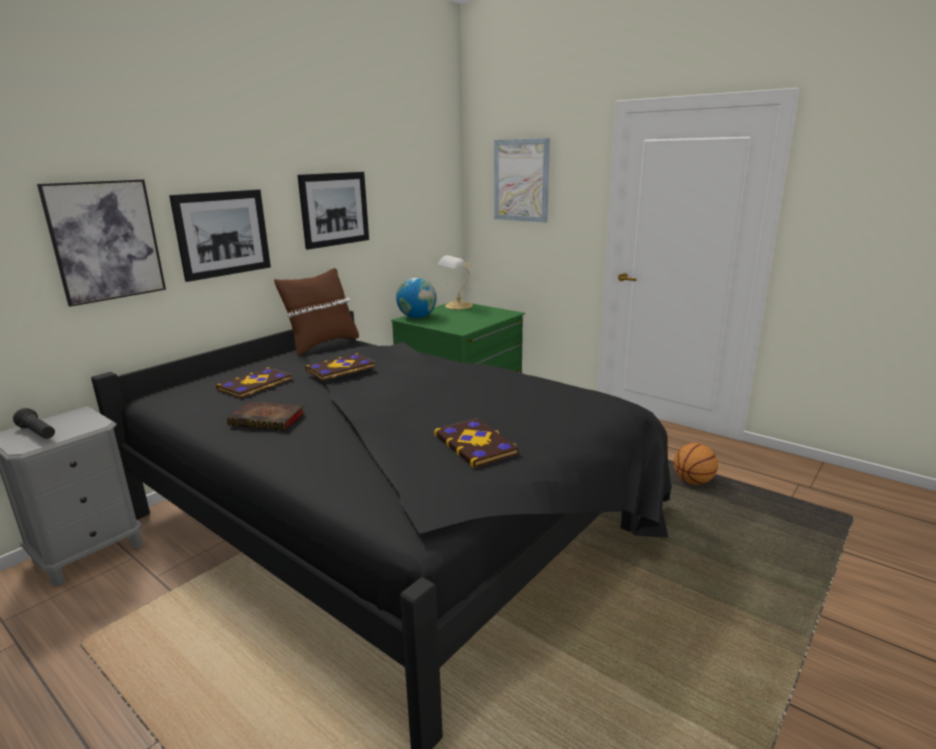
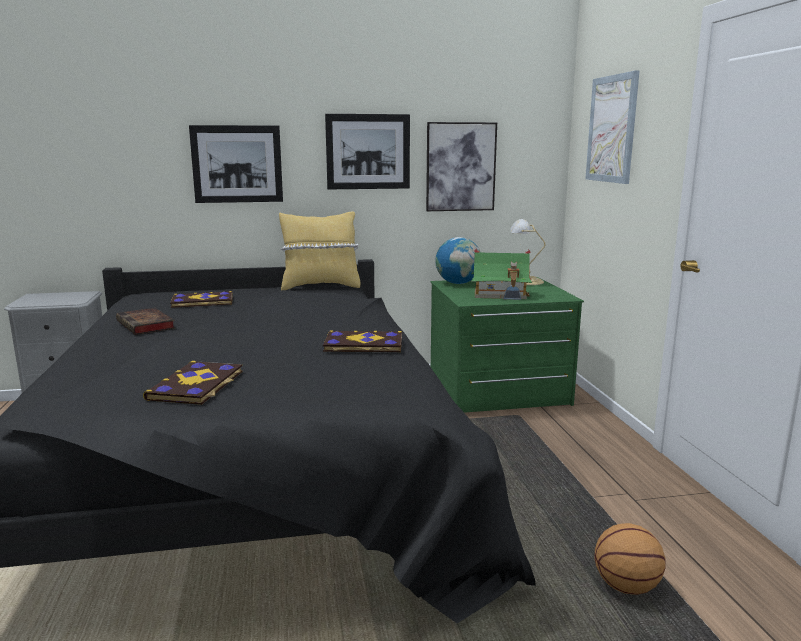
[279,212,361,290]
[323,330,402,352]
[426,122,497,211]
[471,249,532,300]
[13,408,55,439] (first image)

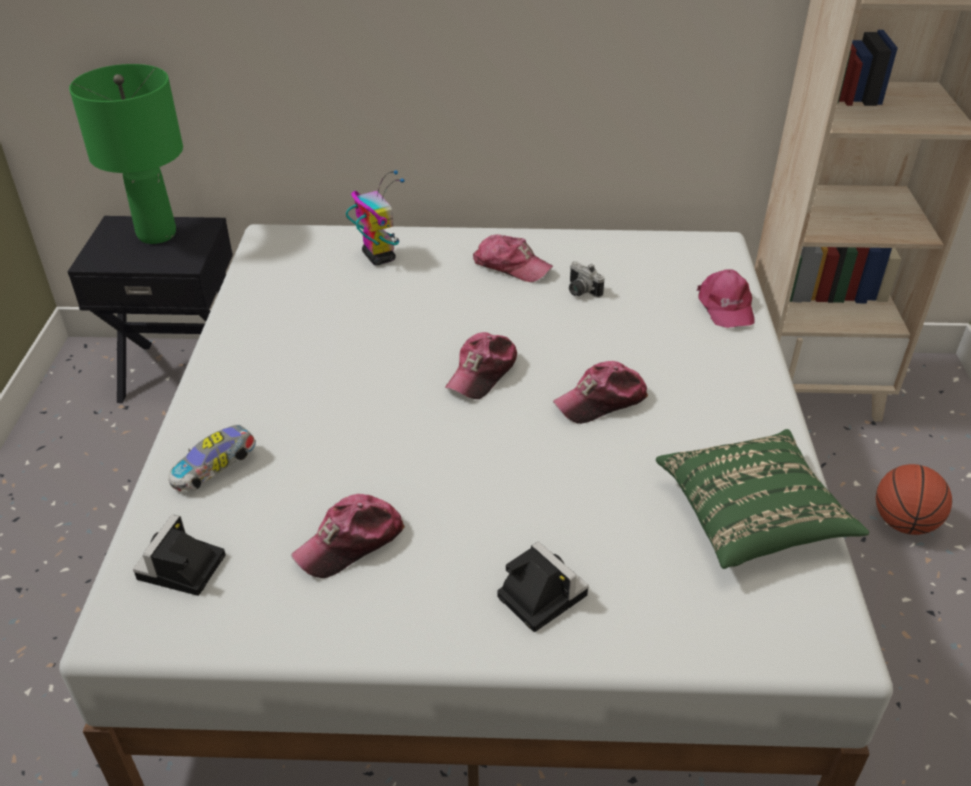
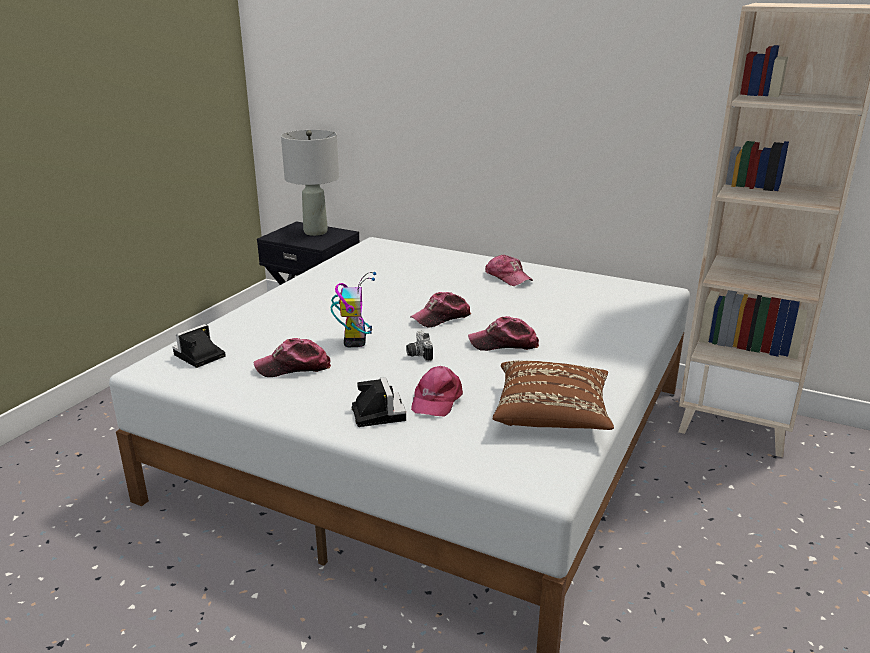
[281,130,339,236]
[331,272,377,348]
[406,331,433,361]
[411,366,463,417]
[493,361,614,430]
[169,425,256,491] (first image)
[876,464,952,535] (first image)

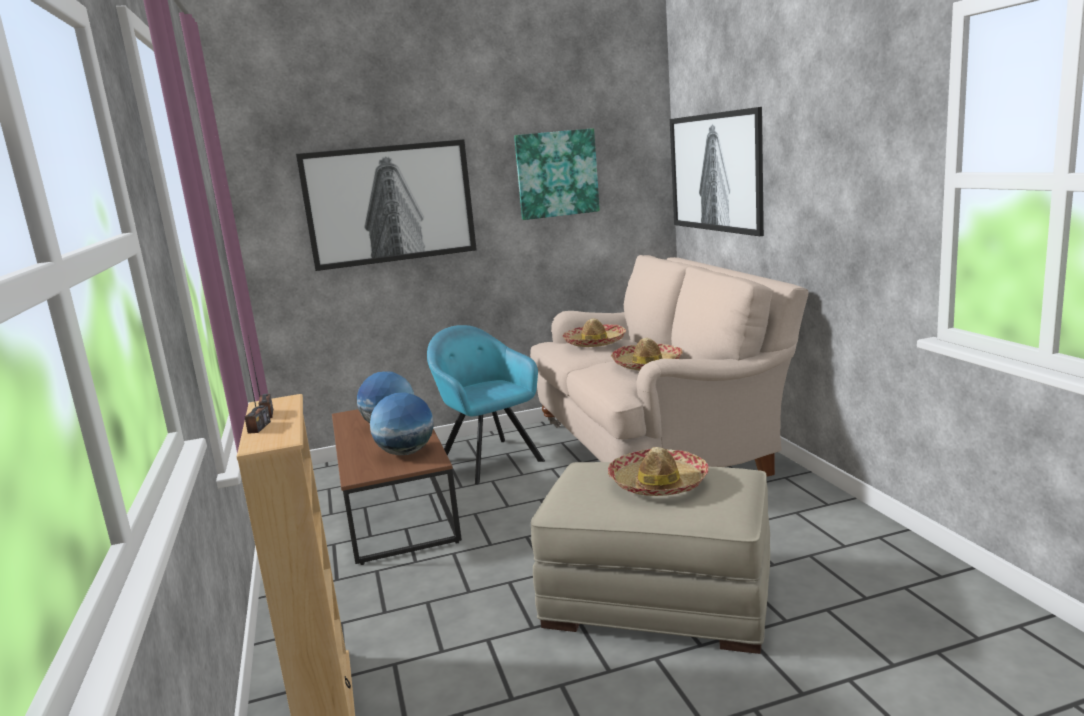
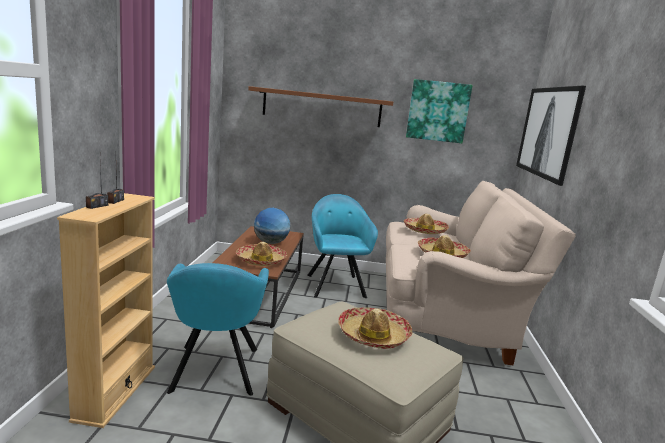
[167,263,269,396]
[236,242,287,266]
[248,86,393,127]

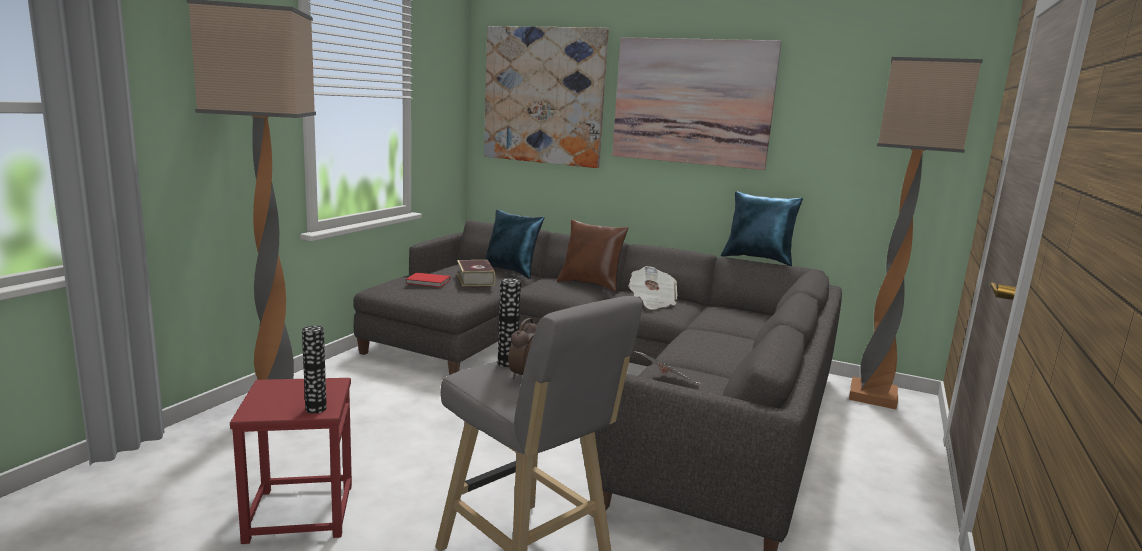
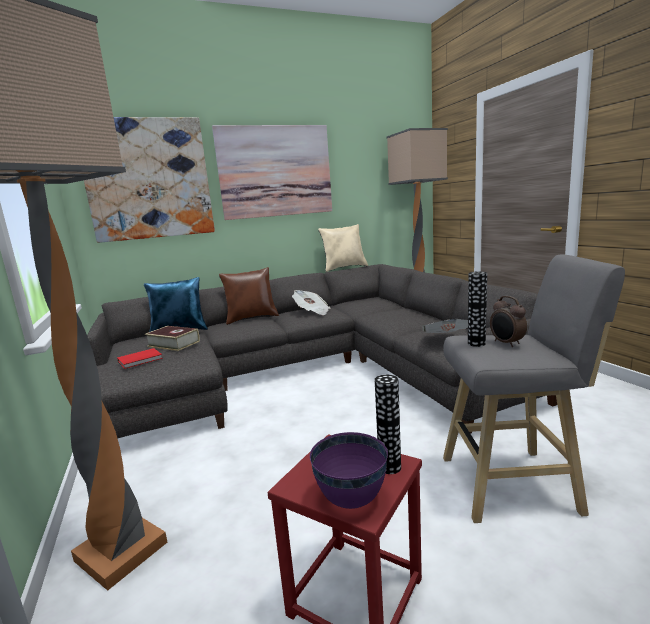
[310,432,388,509]
[318,224,368,272]

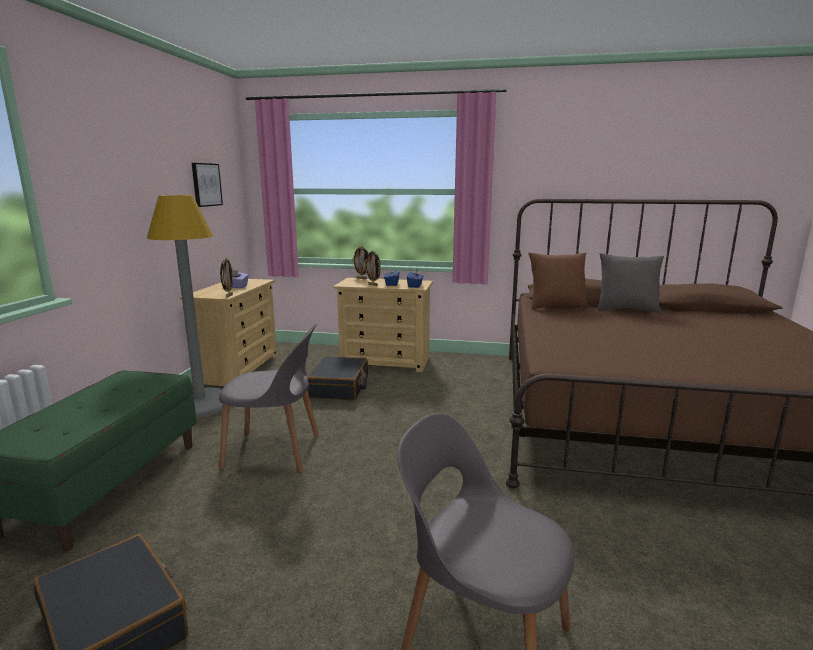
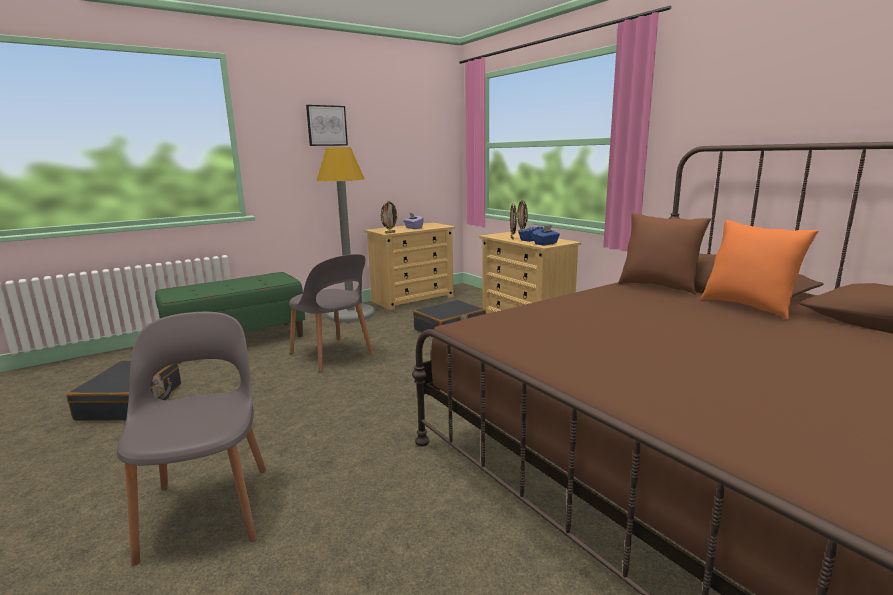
[306,105,348,146]
[701,220,819,320]

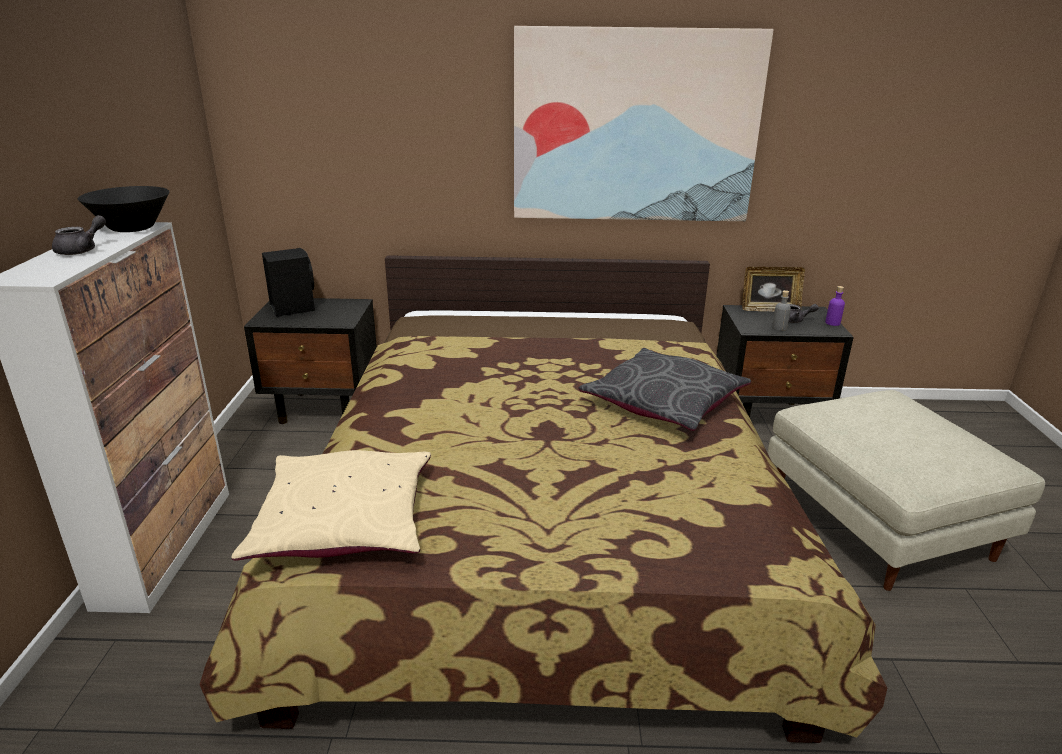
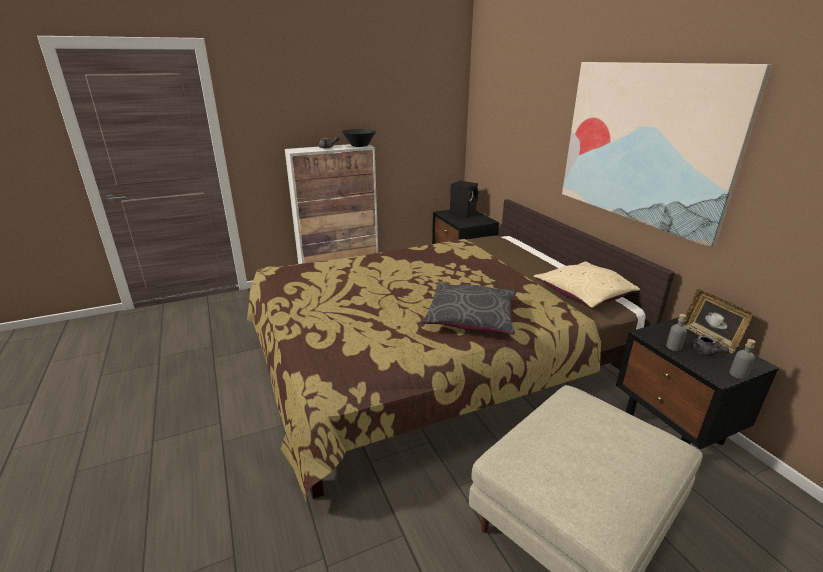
[533,261,640,308]
[730,339,755,379]

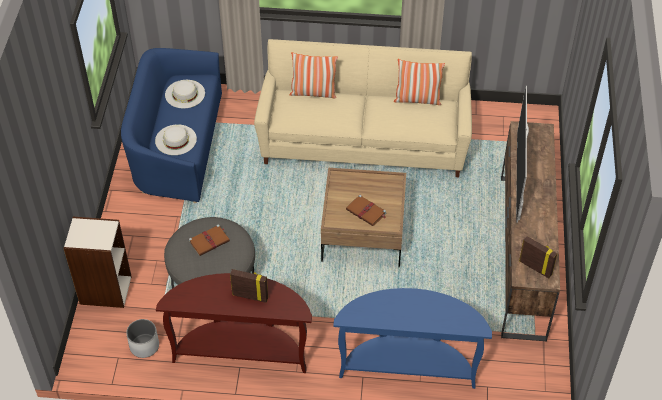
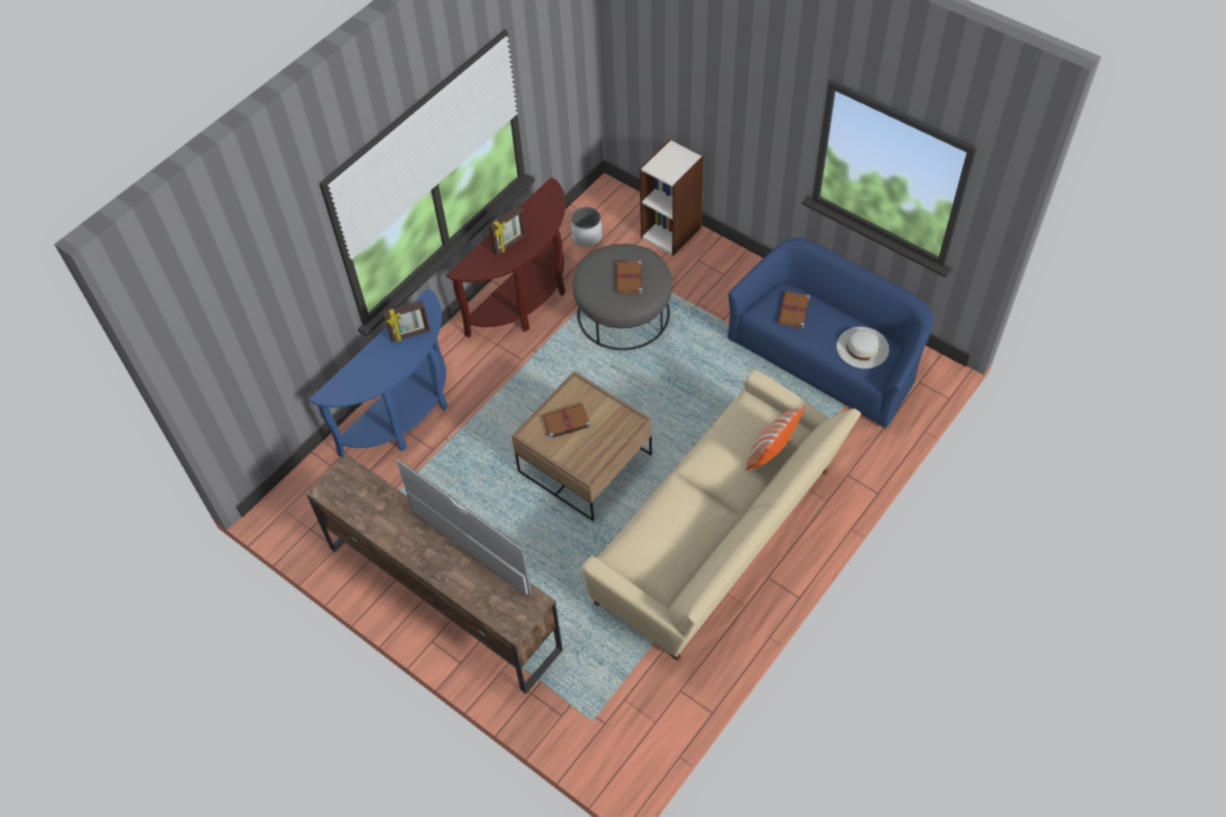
[383,301,430,342]
[778,292,810,330]
[394,59,445,105] (first image)

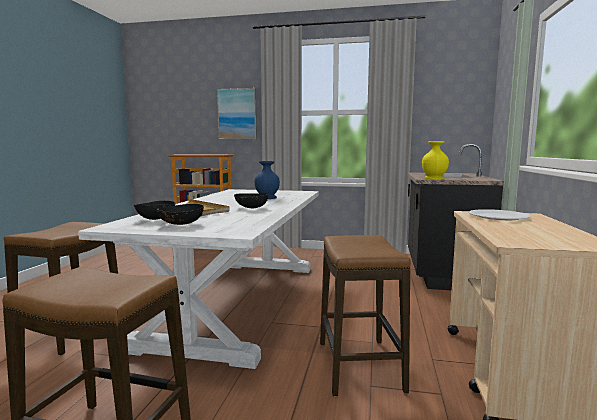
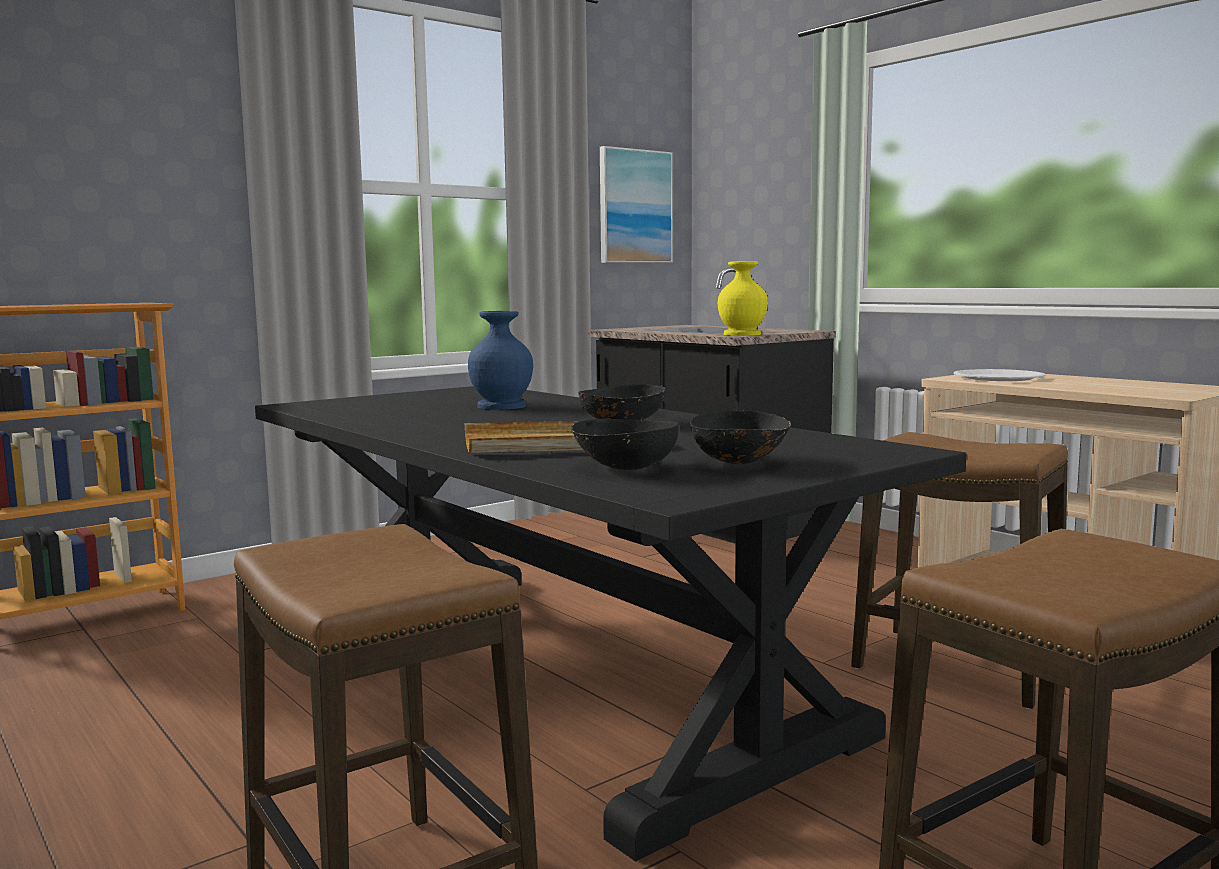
[255,386,967,862]
[600,146,673,263]

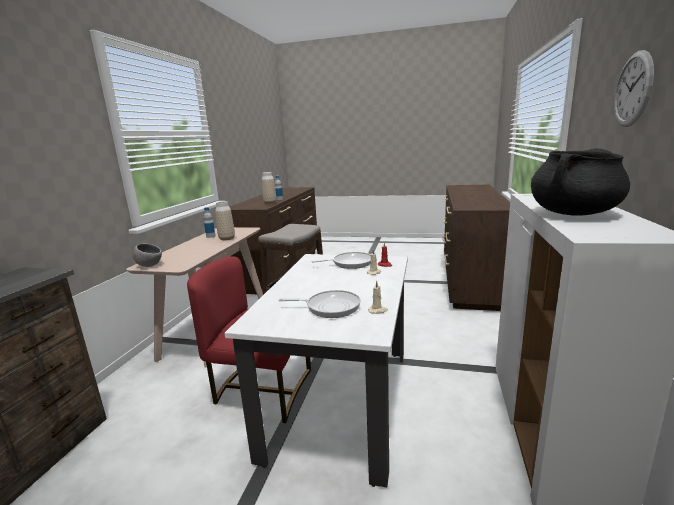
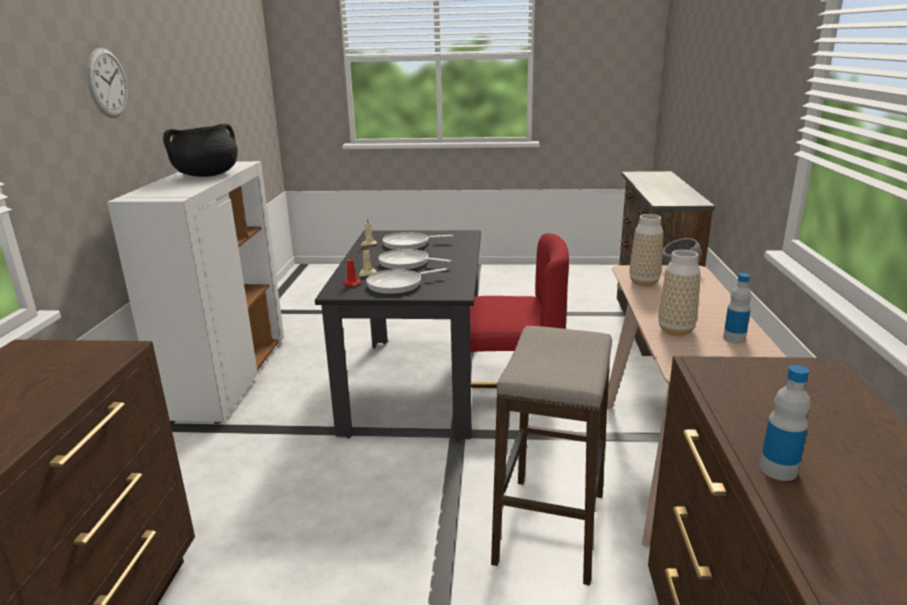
[315,230,481,441]
[379,249,451,270]
[629,214,663,286]

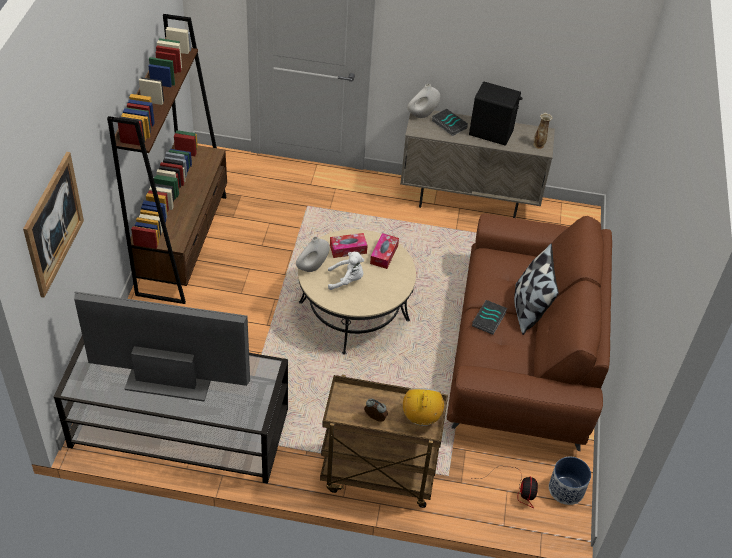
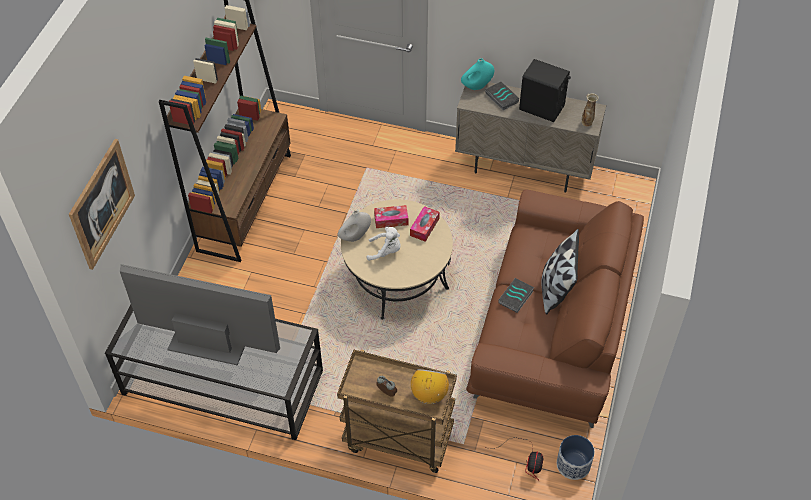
[461,58,494,90]

